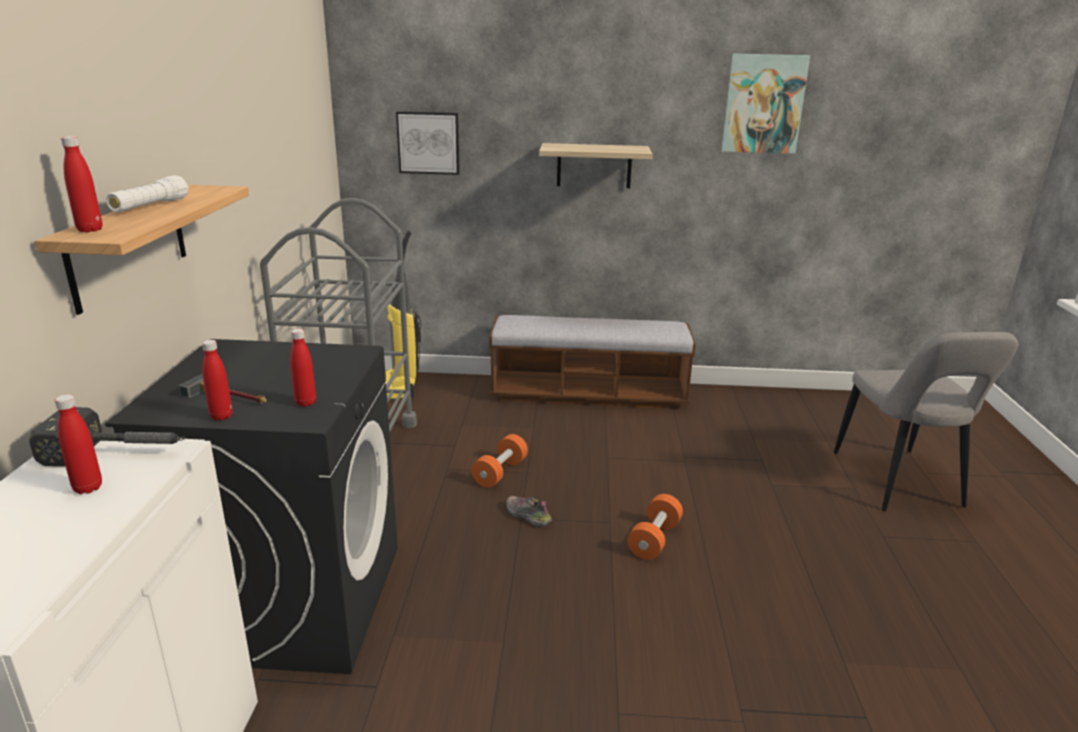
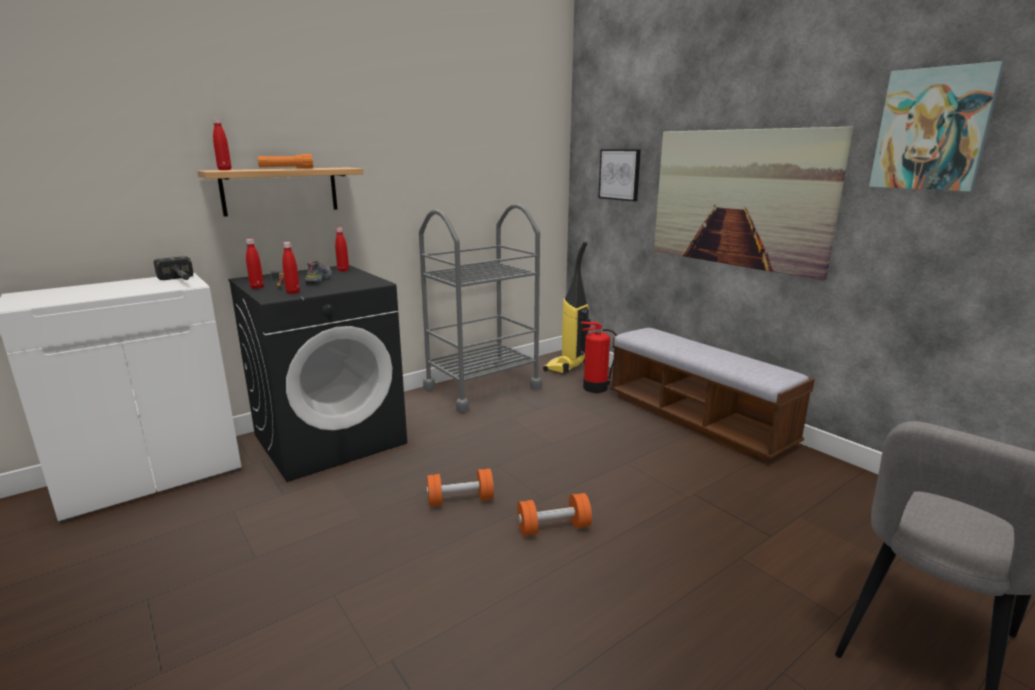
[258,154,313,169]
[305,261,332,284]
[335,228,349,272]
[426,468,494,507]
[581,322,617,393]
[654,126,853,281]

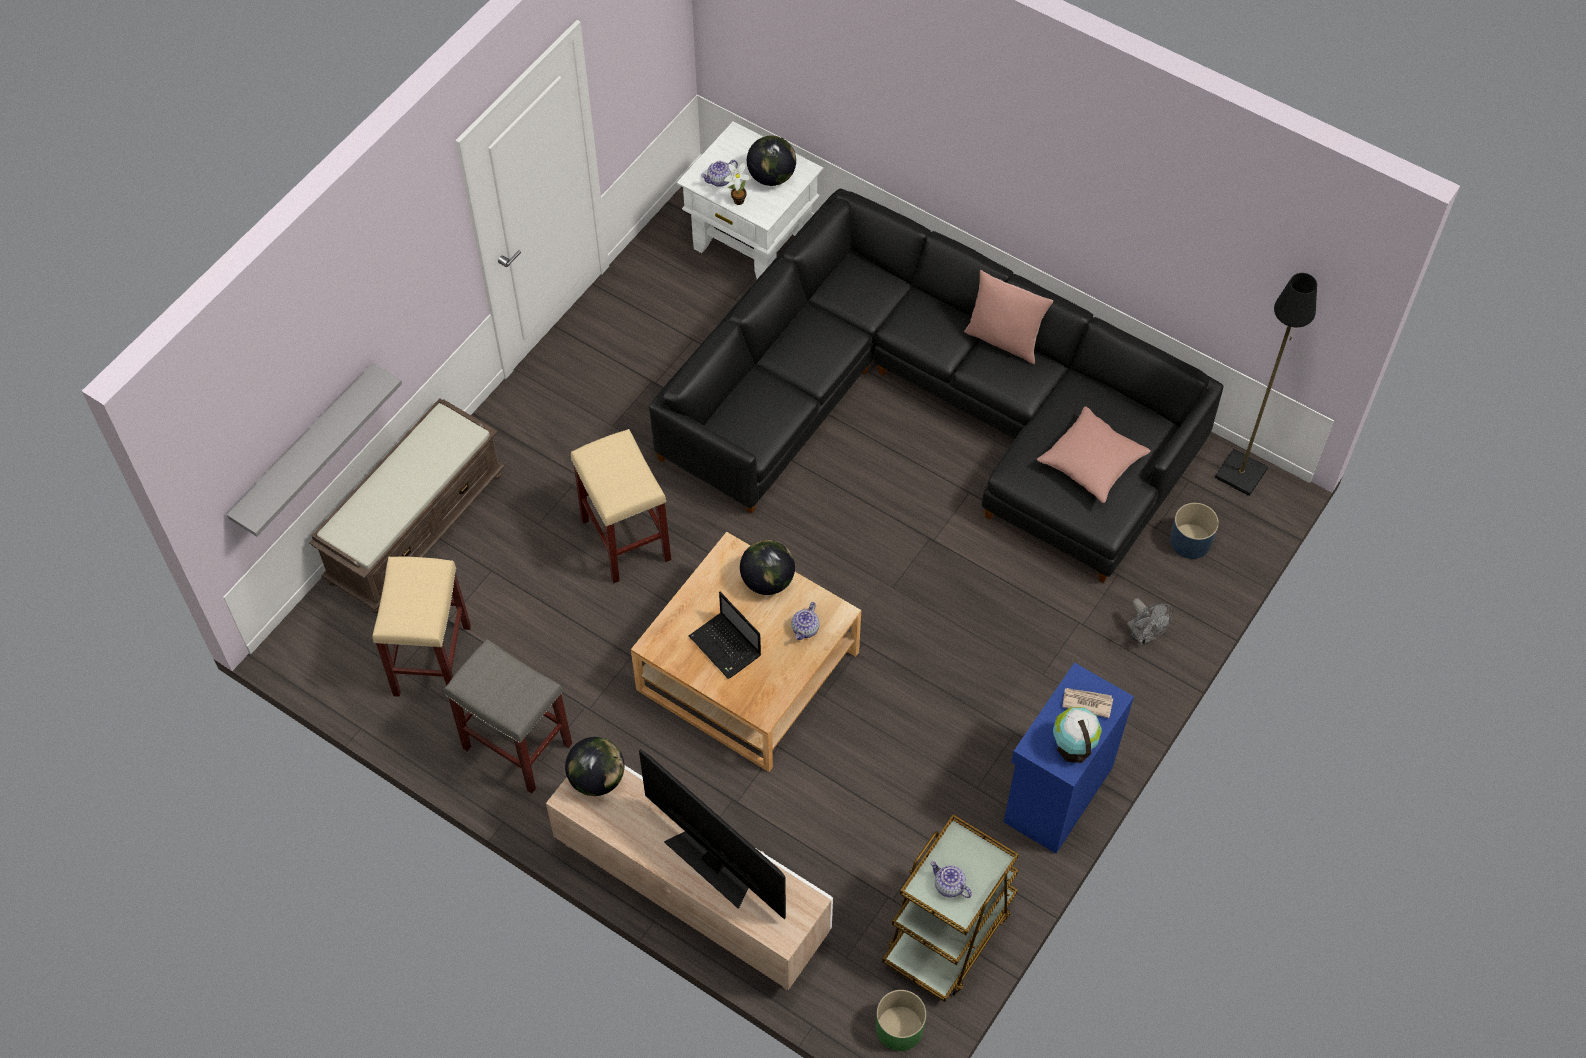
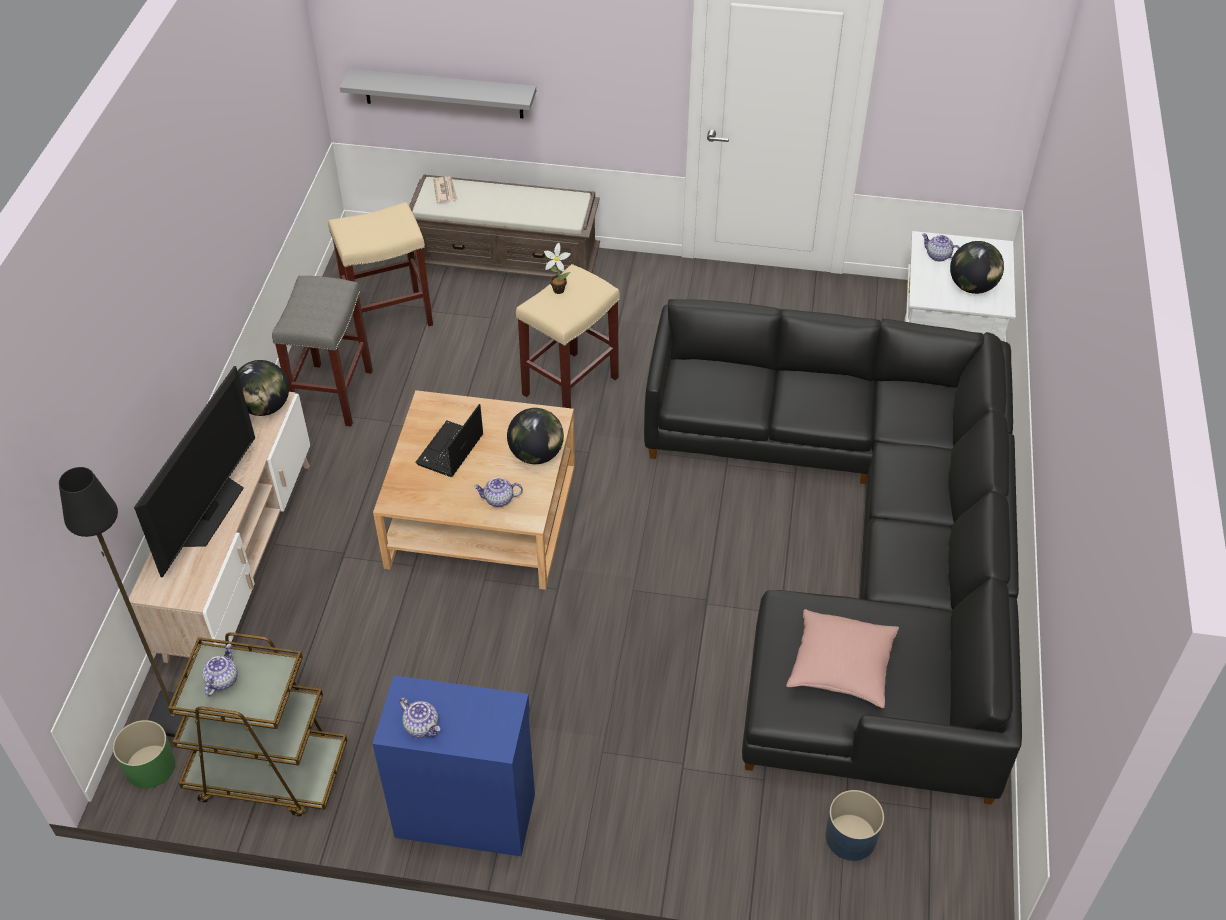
[59,467,187,738]
[399,697,440,738]
[433,177,458,203]
[544,243,571,294]
[964,270,1053,364] (first image)
[1127,598,1173,645] (first image)

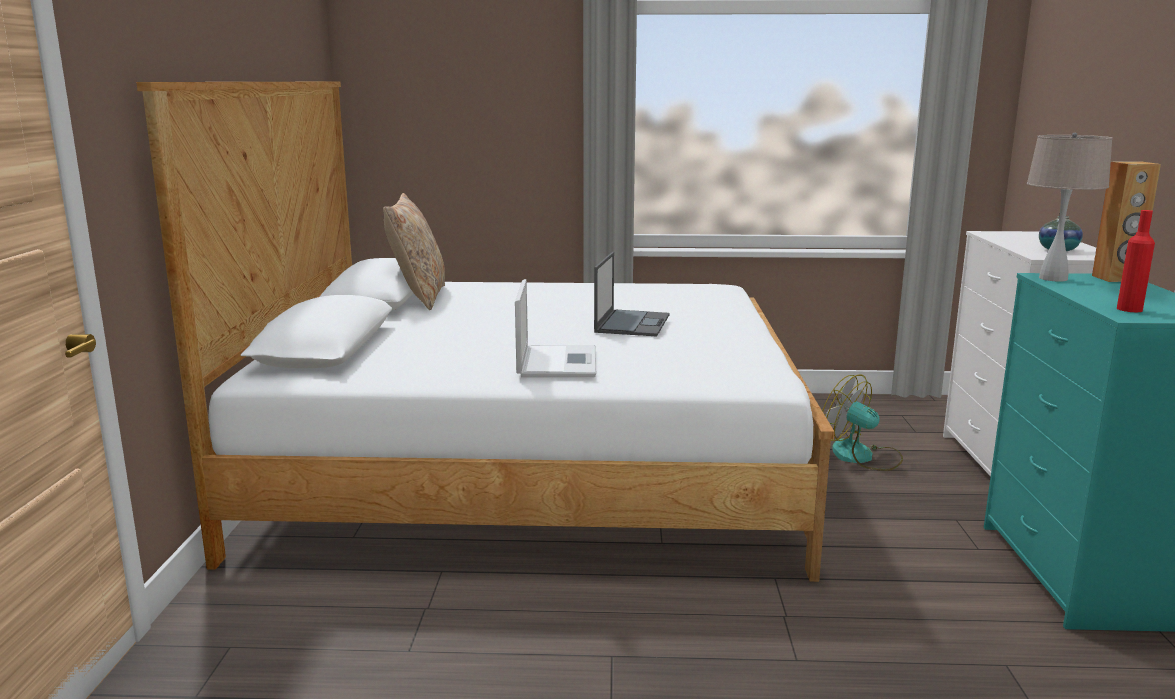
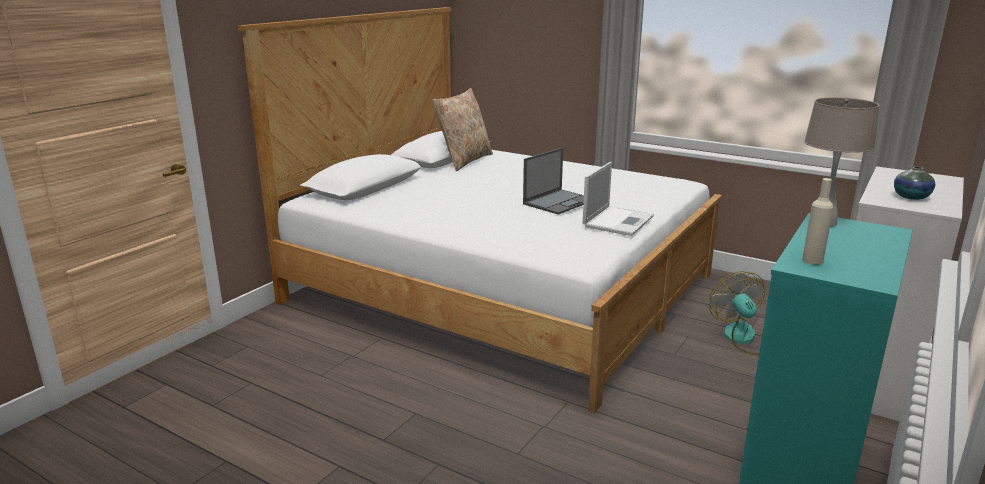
[583,162,654,236]
[802,178,834,265]
[1092,161,1161,282] (first image)

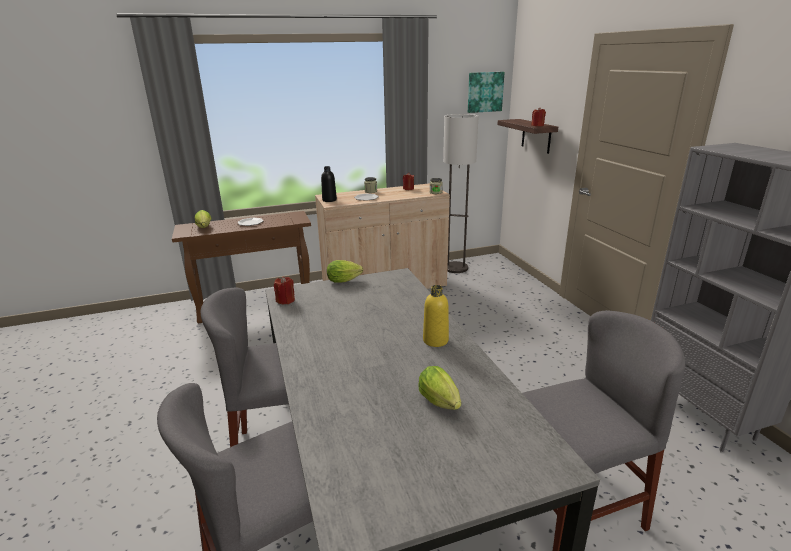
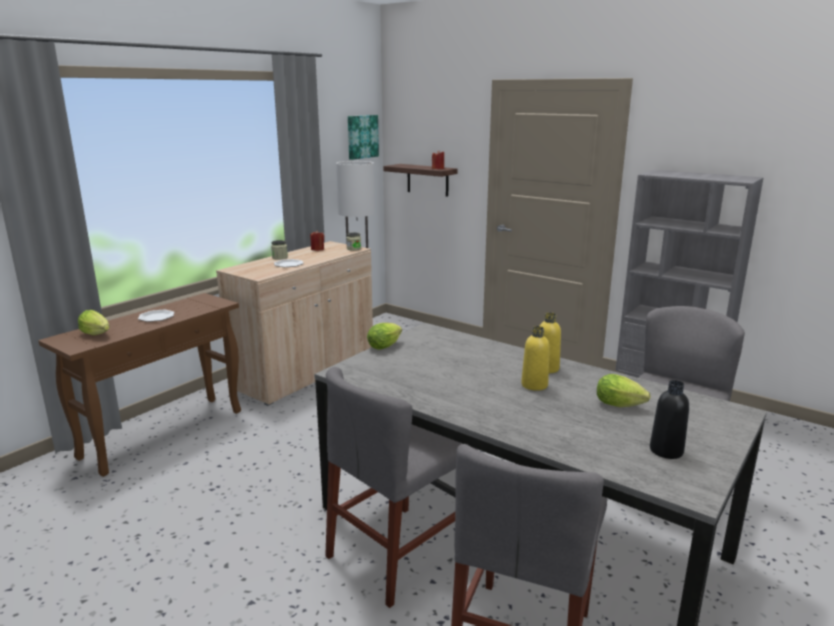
[521,326,550,391]
[650,380,689,459]
[274,276,295,304] (first image)

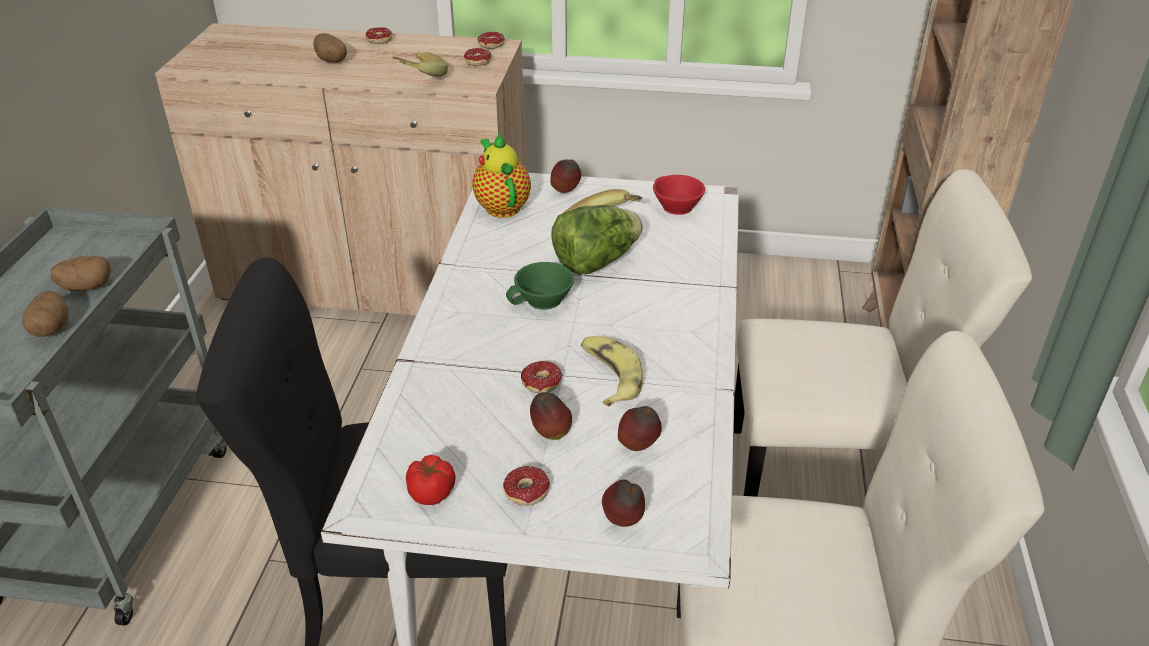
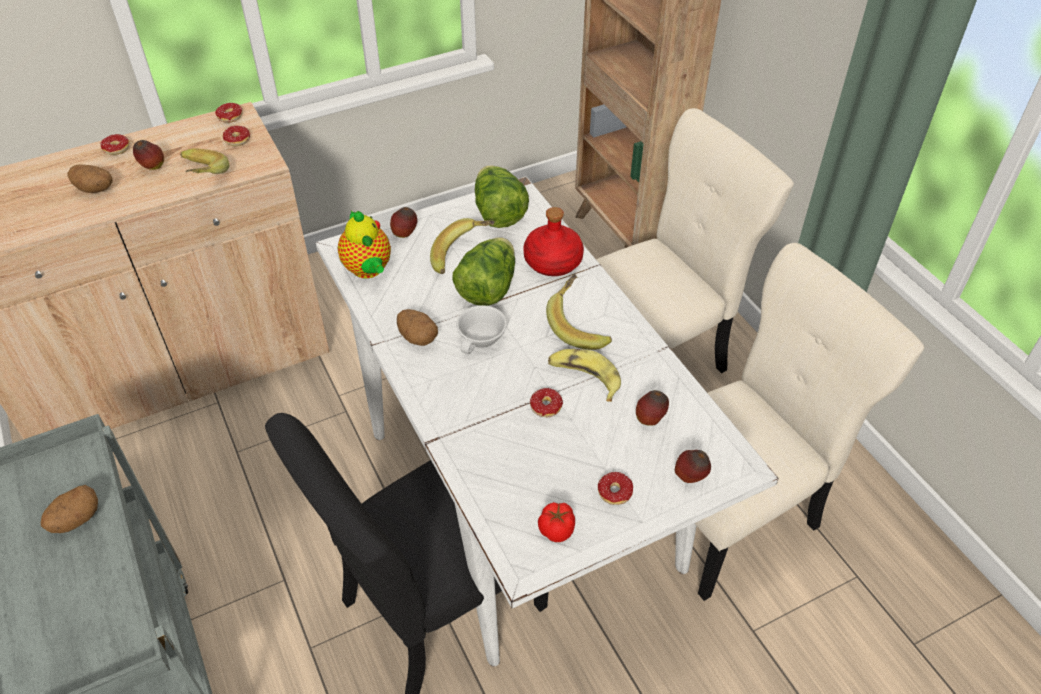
[133,140,164,170]
[338,211,391,279]
[397,309,438,346]
[456,305,507,354]
[475,165,529,228]
[523,207,584,276]
[546,274,612,350]

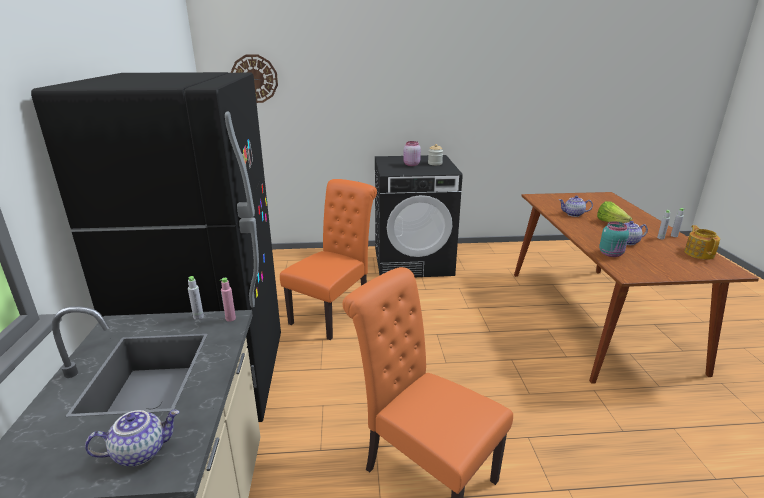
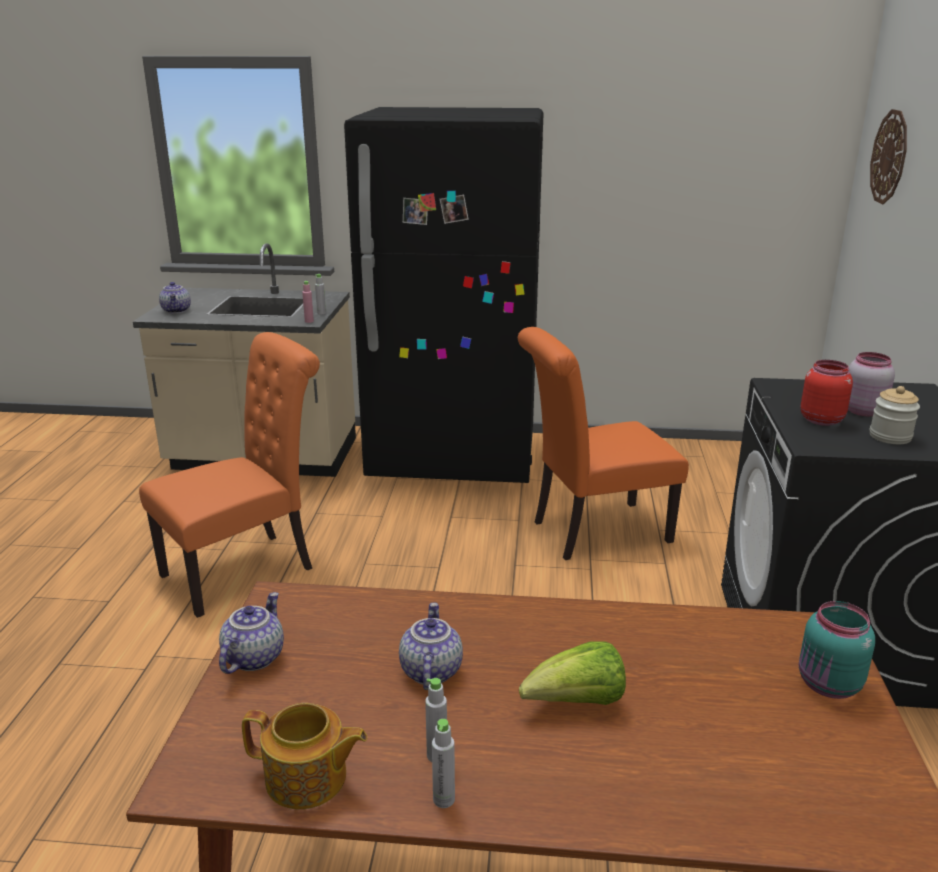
[219,592,284,674]
[518,327,689,560]
[799,601,875,699]
[801,360,853,426]

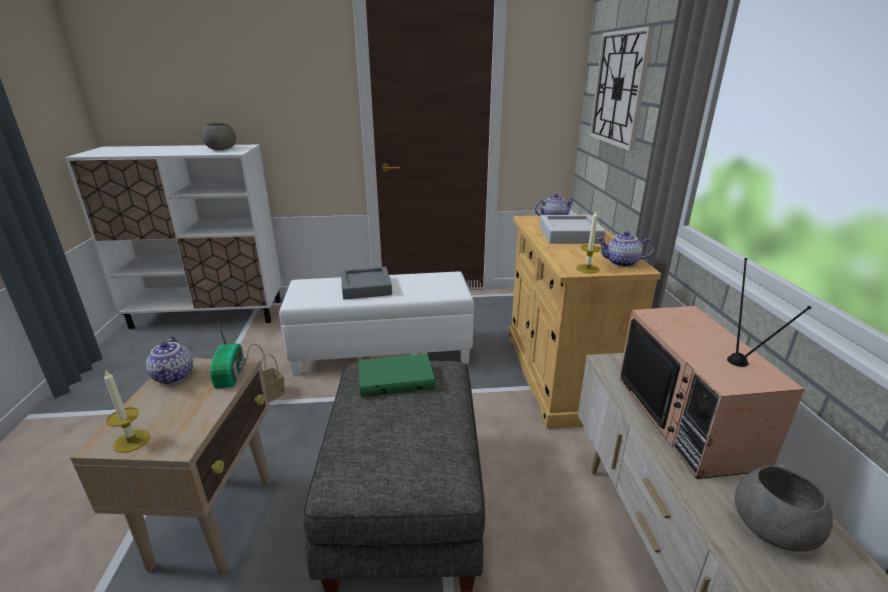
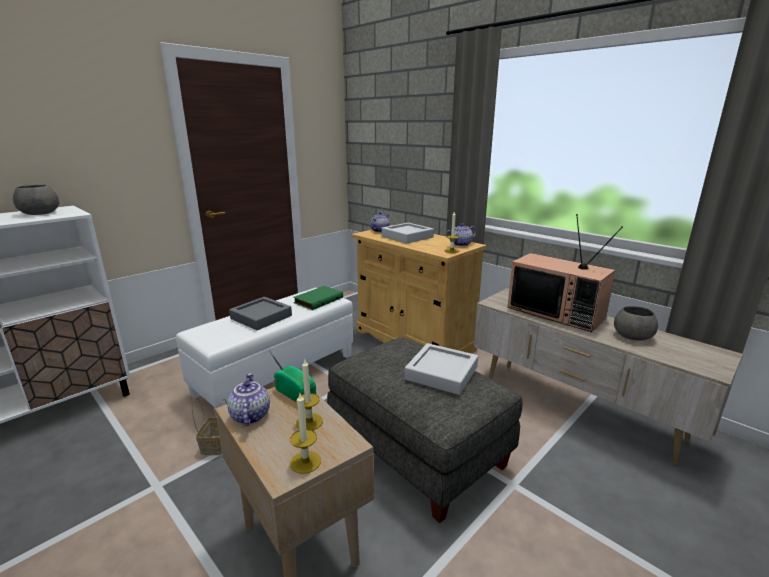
[227,373,270,426]
[293,286,343,310]
[296,360,323,430]
[404,343,478,395]
[590,26,655,151] (first image)

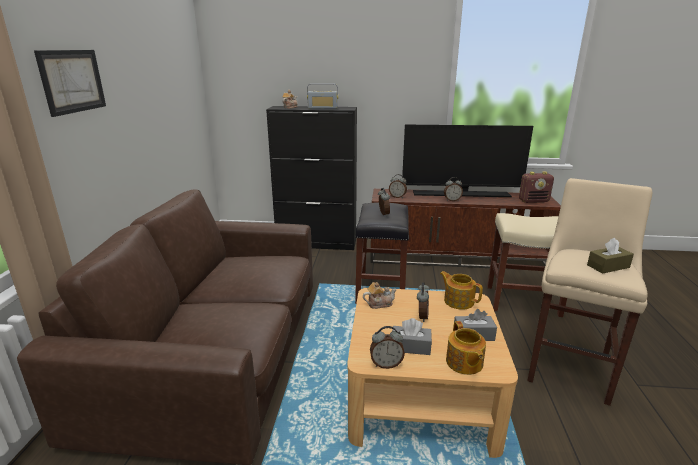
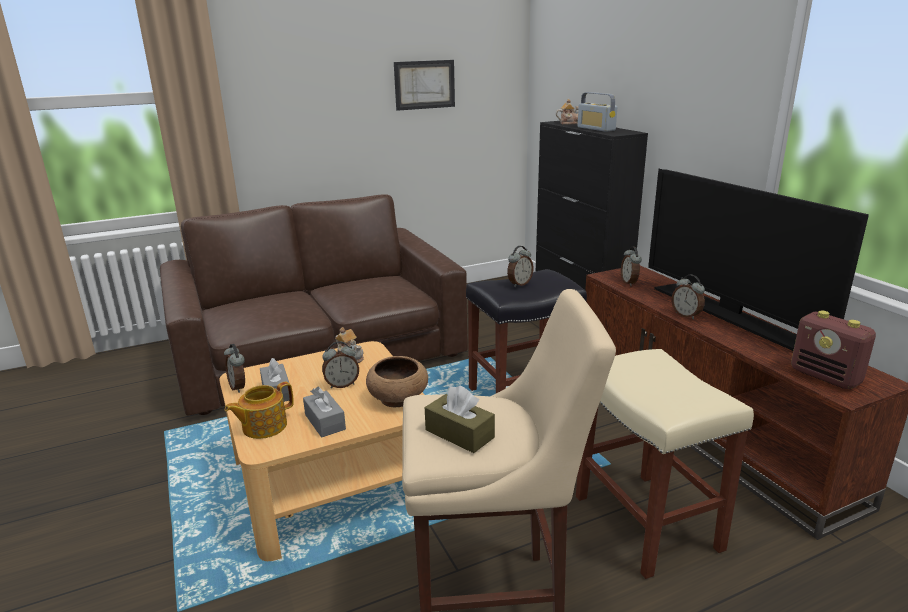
[366,356,428,407]
[394,60,455,111]

